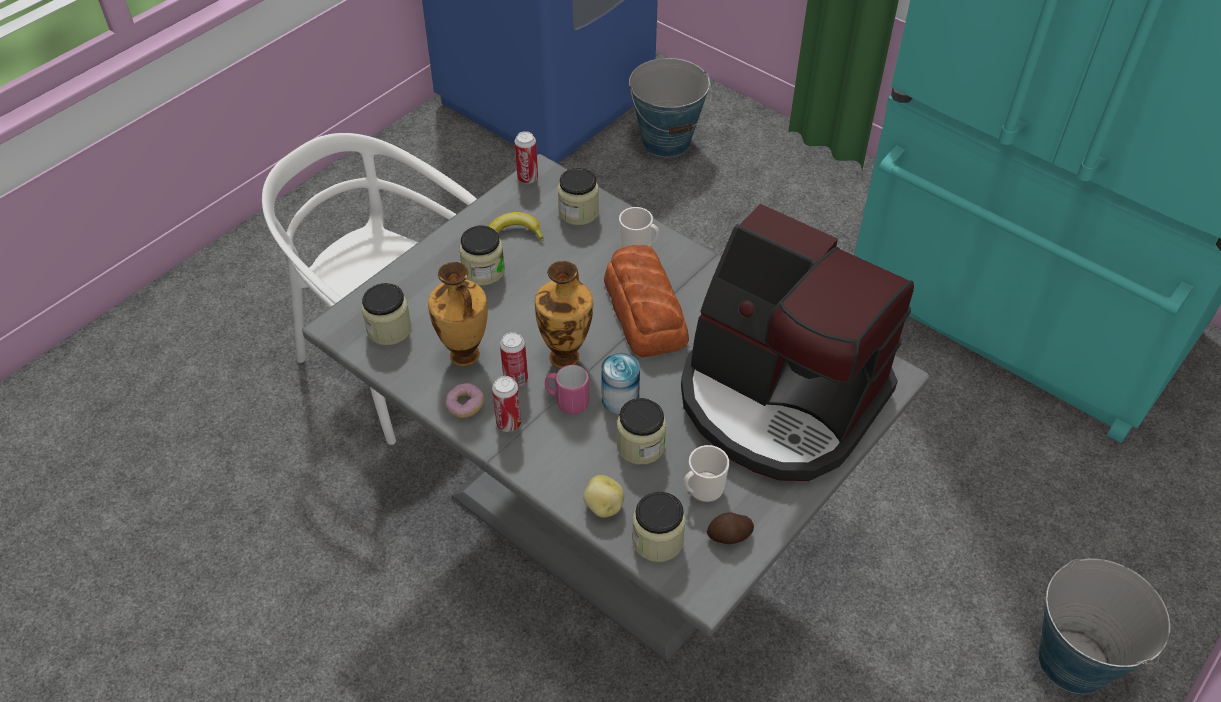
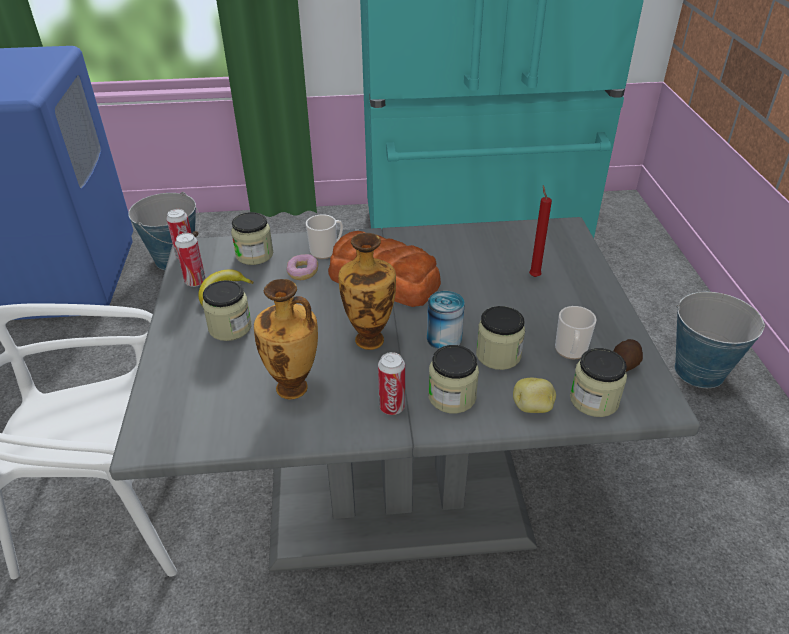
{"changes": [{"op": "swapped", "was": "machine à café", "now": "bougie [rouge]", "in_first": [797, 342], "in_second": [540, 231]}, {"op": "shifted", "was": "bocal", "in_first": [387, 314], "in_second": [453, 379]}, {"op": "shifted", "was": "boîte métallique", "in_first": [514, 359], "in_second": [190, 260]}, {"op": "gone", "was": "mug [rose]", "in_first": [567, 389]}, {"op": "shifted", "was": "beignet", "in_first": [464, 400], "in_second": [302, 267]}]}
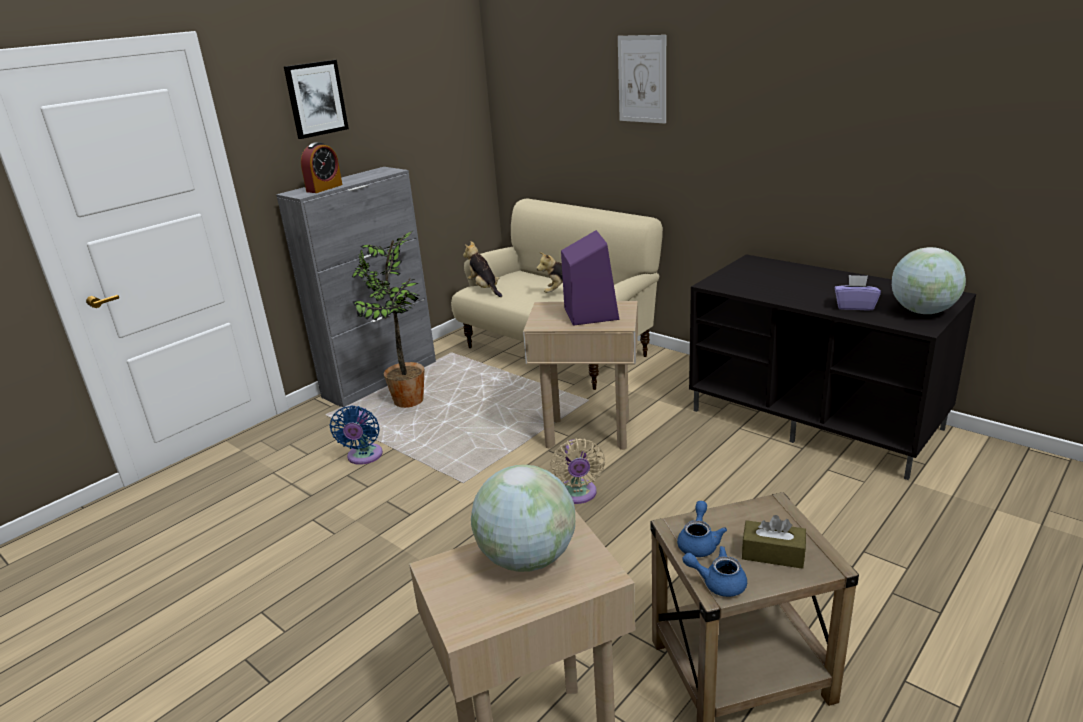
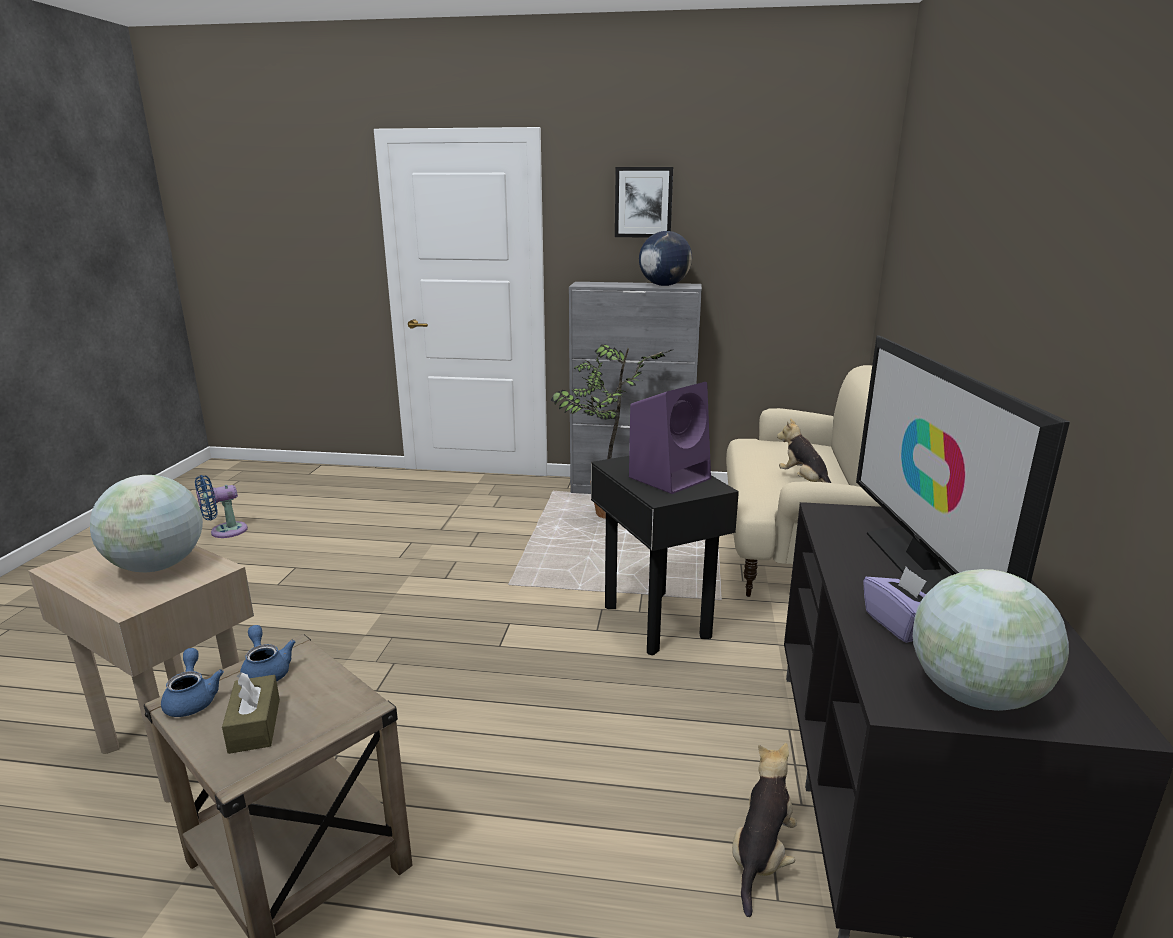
{"changes": [{"op": "gone", "was": "tableau", "in_first": [642, 79]}, {"op": "gone", "was": "réveil", "in_first": [321, 167]}, {"op": "shifted", "was": "peluche", "in_first": [482, 269], "in_second": [764, 830]}, {"op": "repainted", "was": "table d'appoint [beige]", "now": "table d'appoint [noir]", "in_first": [580, 375], "in_second": [665, 555]}, {"op": "shifted", "was": "ventilateur [bleu]", "in_first": [356, 435], "in_second": [221, 506]}, {"op": "gone", "was": "ventilateur [beige]", "in_first": [577, 471]}, {"op": "rotated", "was": "théière [bleu]", "in_first": [702, 529], "in_second": [268, 653], "clockwise": -105}, {"op": "new", "now": "globe", "in_second": [665, 258]}, {"op": "new", "now": "téléviseur", "in_second": [963, 464]}]}
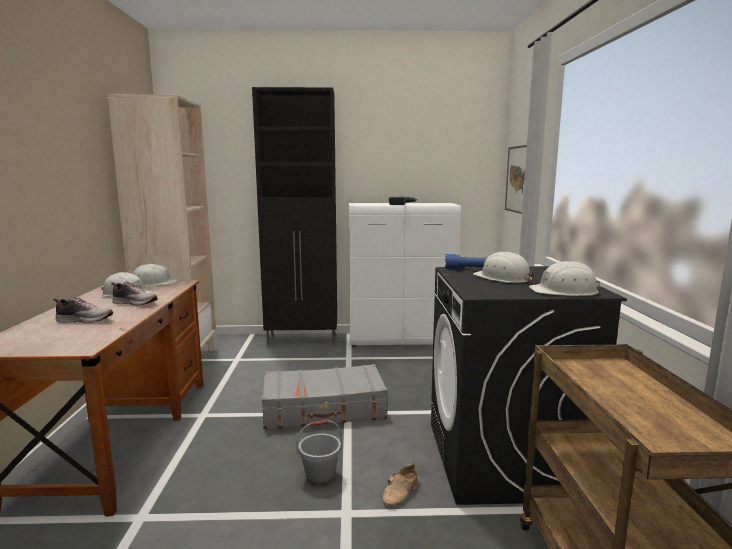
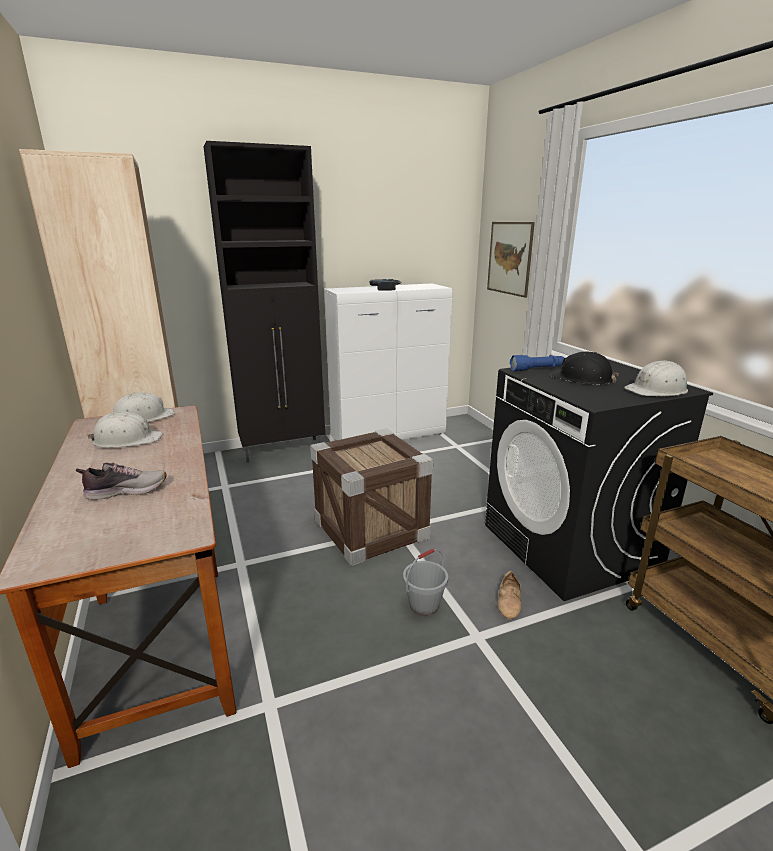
{"changes": [{"op": "repainted", "was": "casque de chantier [blanc]", "now": "casque de chantier [noir]", "in_first": [504, 267], "in_second": [585, 368]}, {"op": "gone", "was": "chaussure", "in_first": [134, 294]}, {"op": "swapped", "was": "valise [gris]", "now": "caisse", "in_first": [324, 396], "in_second": [371, 497]}]}
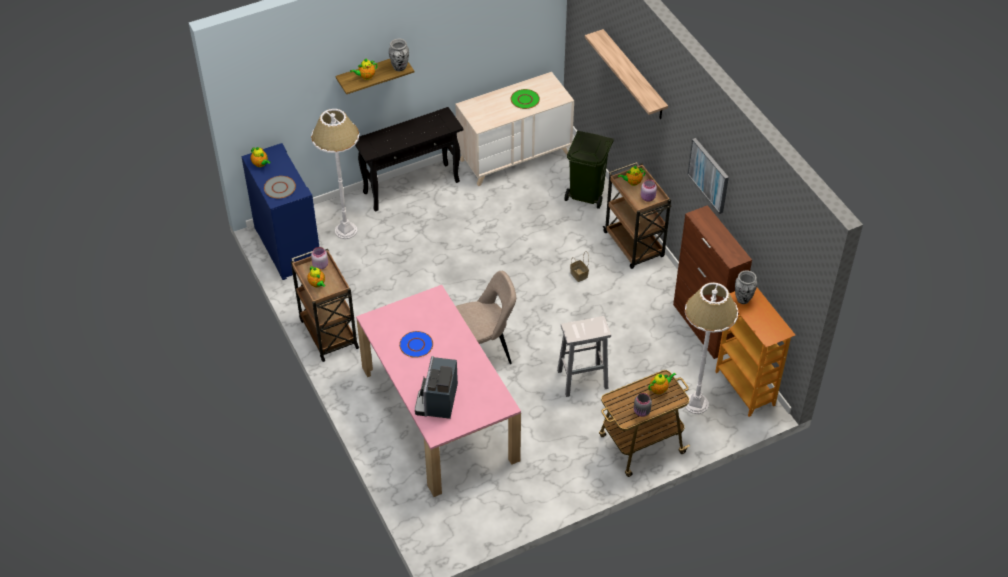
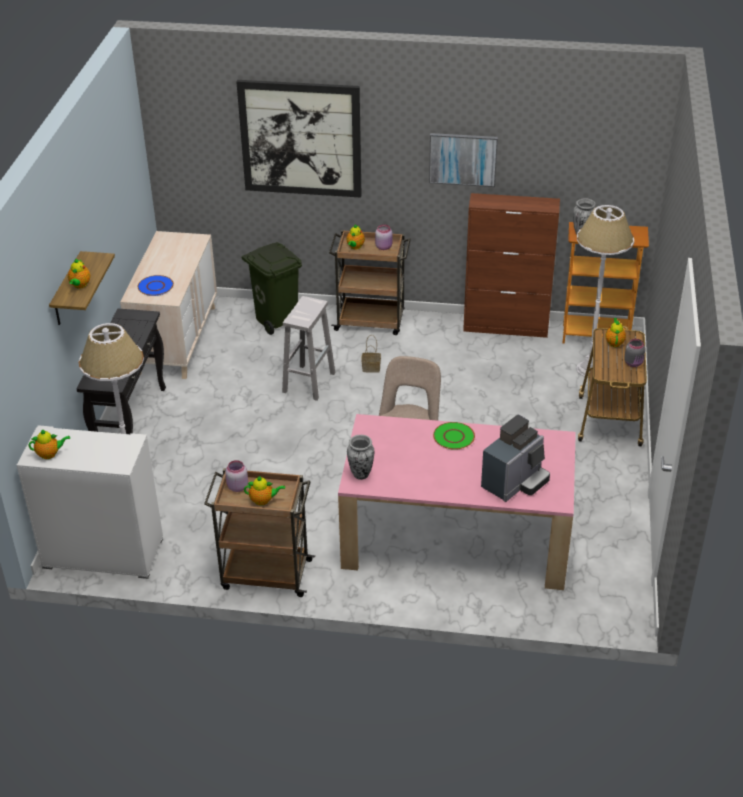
{"changes": [{"op": "swapped", "was": "étagère", "now": "tableau", "in_first": [626, 74], "in_second": [298, 139]}, {"op": "shifted", "was": "vase", "in_first": [399, 55], "in_second": [360, 457]}, {"op": "shifted", "was": "assiette [vert]", "in_first": [525, 99], "in_second": [454, 436]}, {"op": "repainted", "was": "meuble de rangement [bleu]", "now": "meuble de rangement [blanc]", "in_first": [280, 211], "in_second": [90, 502]}, {"op": "gone", "was": "assiette [gris]", "in_first": [280, 187]}, {"op": "shifted", "was": "tabouret [blanc]", "in_first": [584, 356], "in_second": [308, 348]}, {"op": "shifted", "was": "assiette [bleu]", "in_first": [416, 344], "in_second": [156, 285]}, {"op": "rotated", "was": "machine à café", "in_first": [436, 387], "in_second": [515, 458], "clockwise": -90}]}
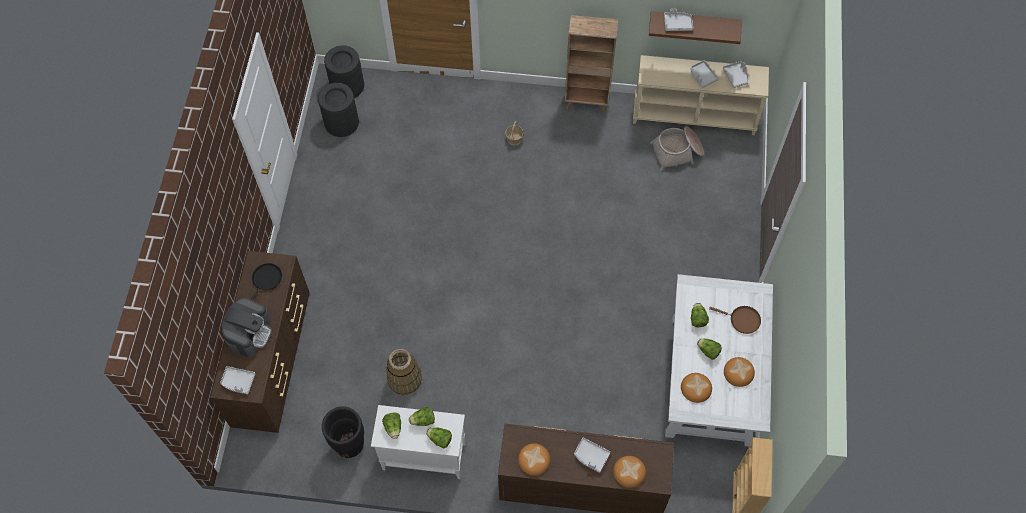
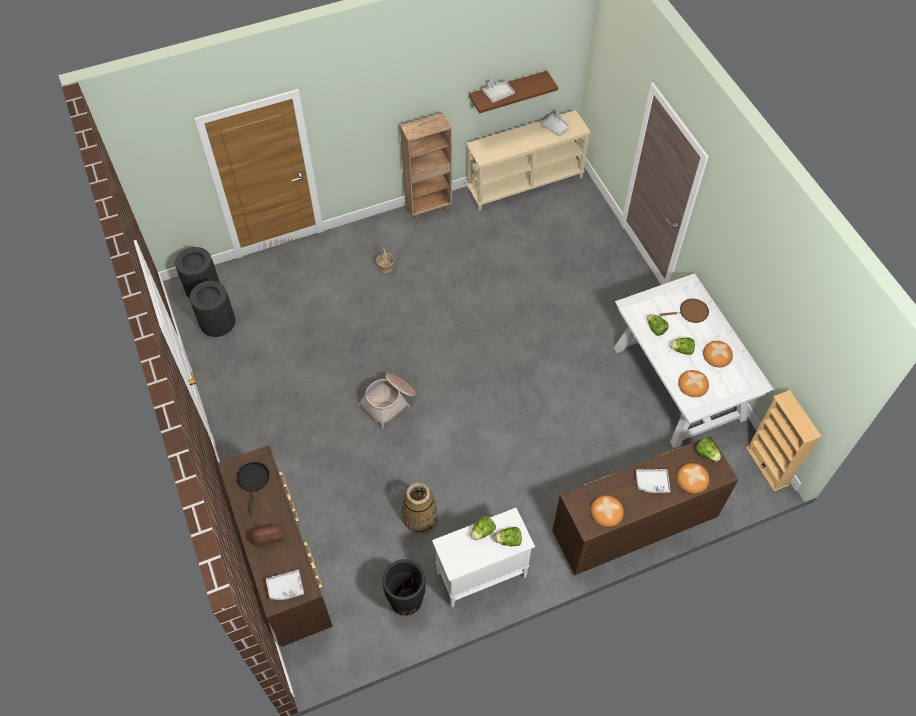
{"changes": [{"op": "gone", "was": "plateau [gris]", "in_first": [705, 74]}, {"op": "shifted", "was": "panier", "in_first": [677, 149], "in_second": [387, 400]}, {"op": "swapped", "was": "machine à café", "now": "pain", "in_first": [247, 328], "in_second": [267, 535]}, {"op": "shifted", "was": "laitue", "in_first": [391, 426], "in_second": [708, 450]}]}
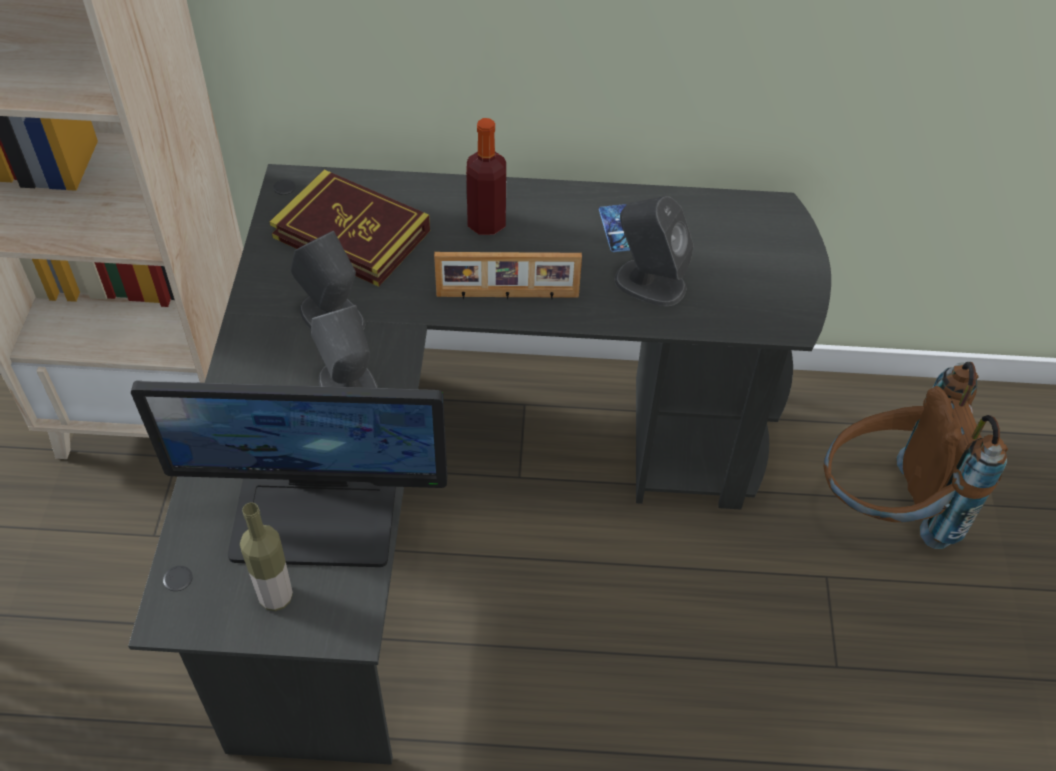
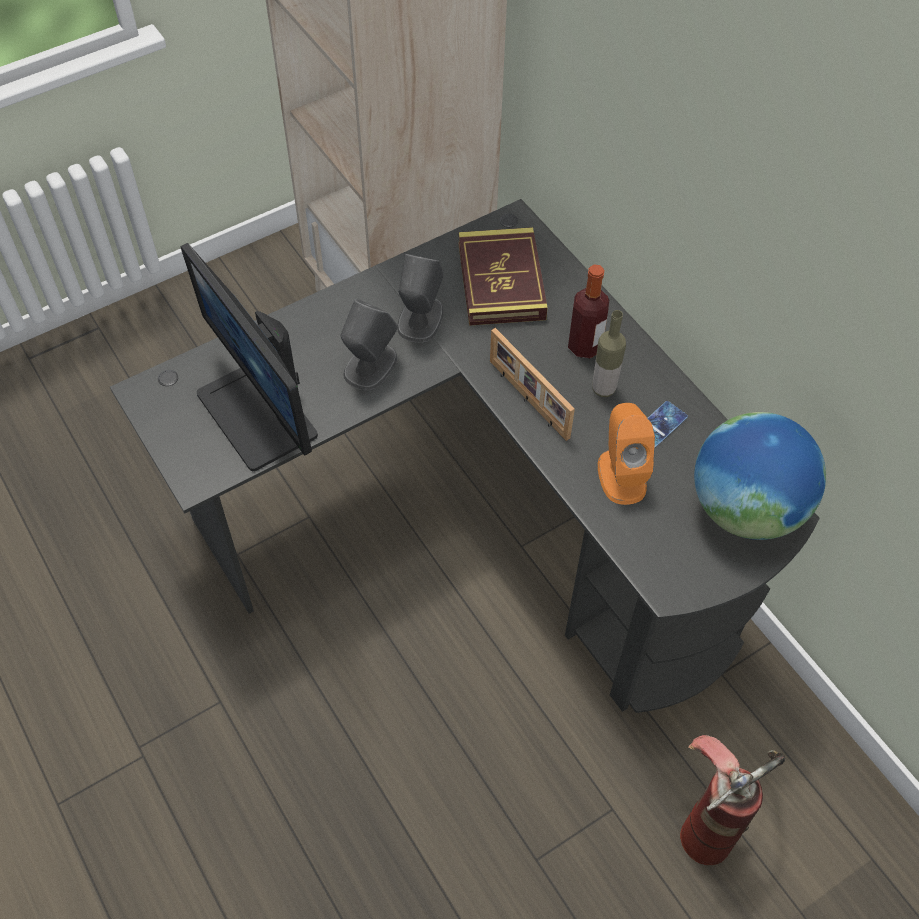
{"changes": [{"op": "repainted", "was": "enceinte [gris]", "now": "enceinte [orange]", "in_first": [654, 251], "in_second": [626, 454]}, {"op": "swapped", "was": "sac à dos [marron]", "now": "extincteur", "in_first": [915, 455], "in_second": [732, 800]}, {"op": "shifted", "was": "bouteille", "in_first": [266, 556], "in_second": [609, 353]}, {"op": "new", "now": "globe", "in_second": [760, 476]}]}
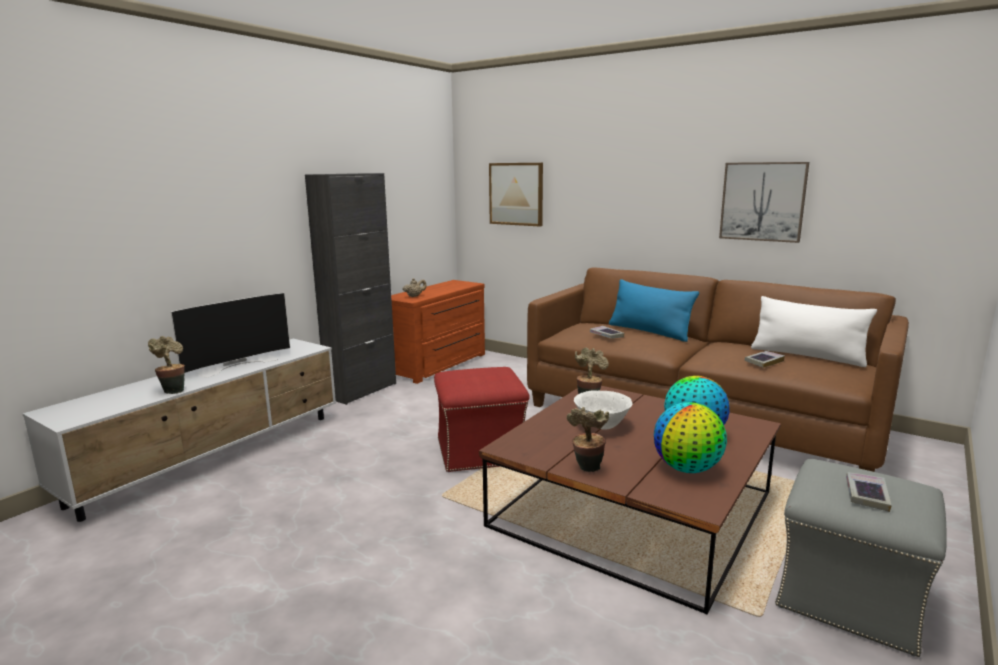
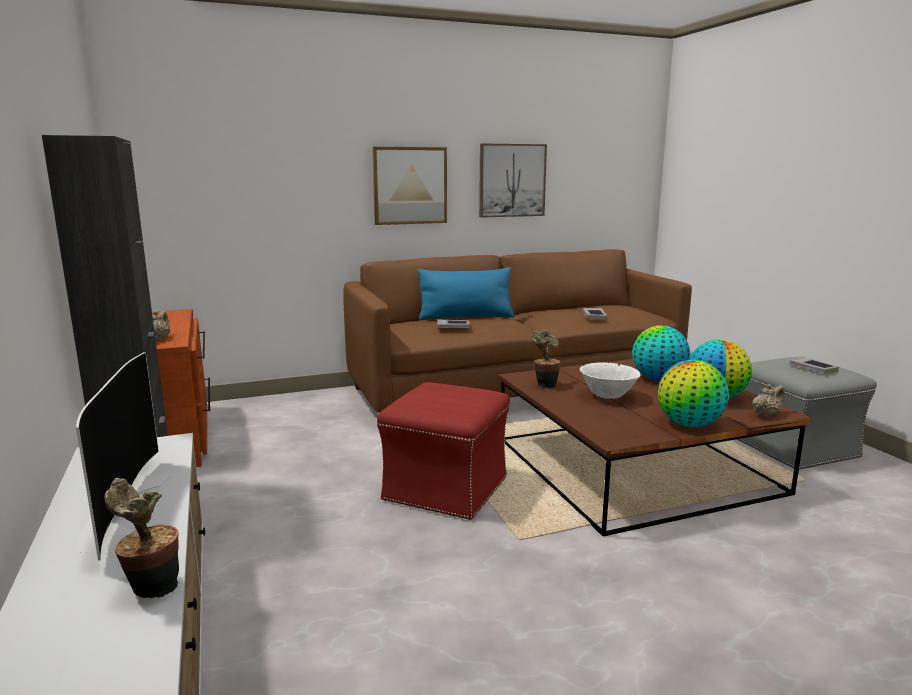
{"changes": [{"op": "shifted", "was": "tableau", "in_first": [516, 194], "in_second": [409, 186]}, {"op": "gone", "was": "coussin [blanc]", "in_first": [814, 331]}, {"op": "swapped", "was": "plante en pot", "now": "globe", "in_first": [588, 439], "in_second": [693, 393]}, {"op": "new", "now": "théière [beige]", "in_second": [768, 400]}]}
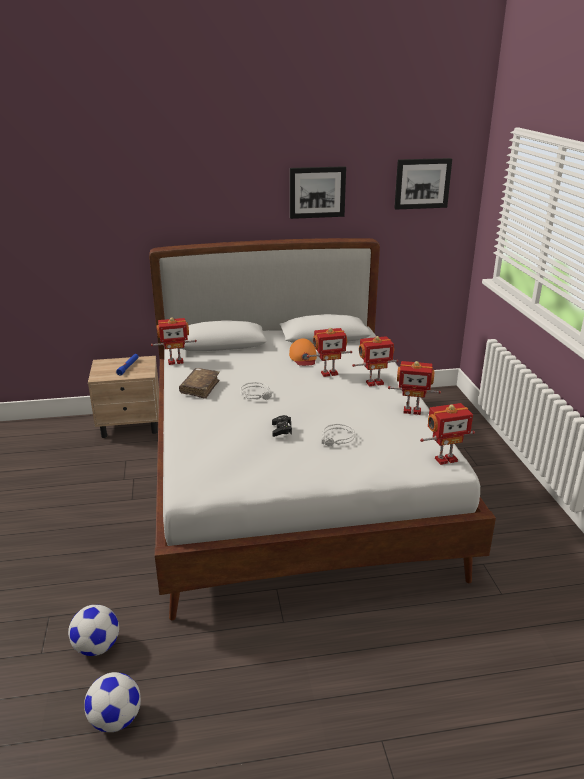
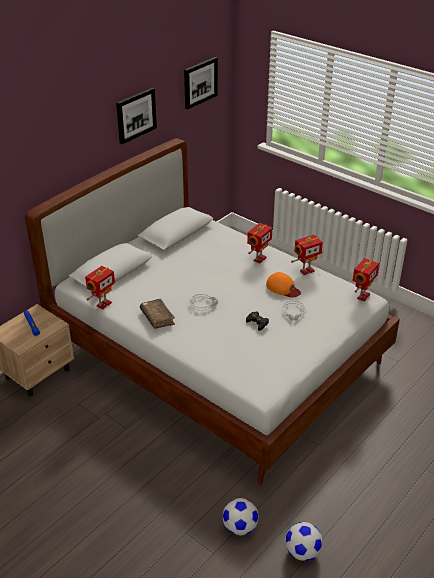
{"changes": [{"op": "gone", "was": "robot jouet", "in_first": [329, 352]}, {"op": "shifted", "was": "casquette [orange]", "in_first": [303, 352], "in_second": [283, 285]}]}
